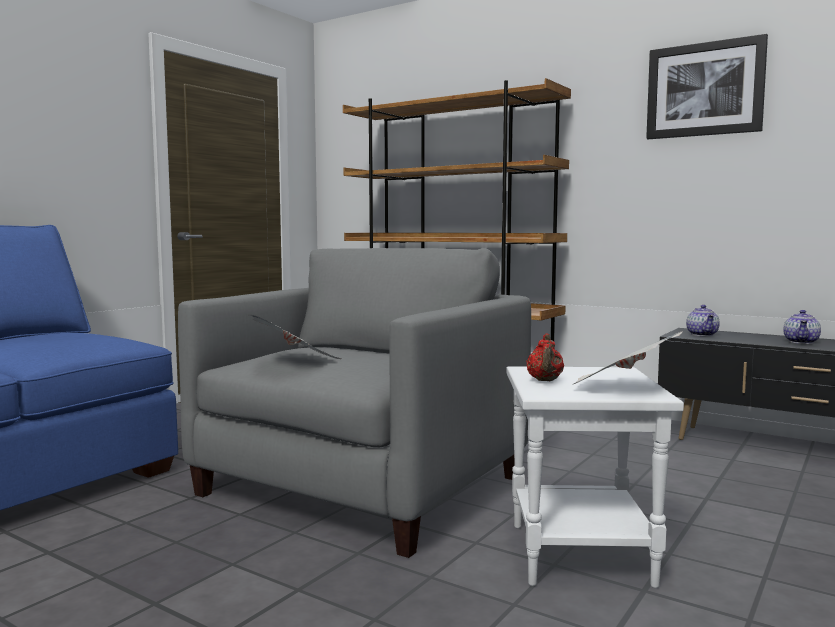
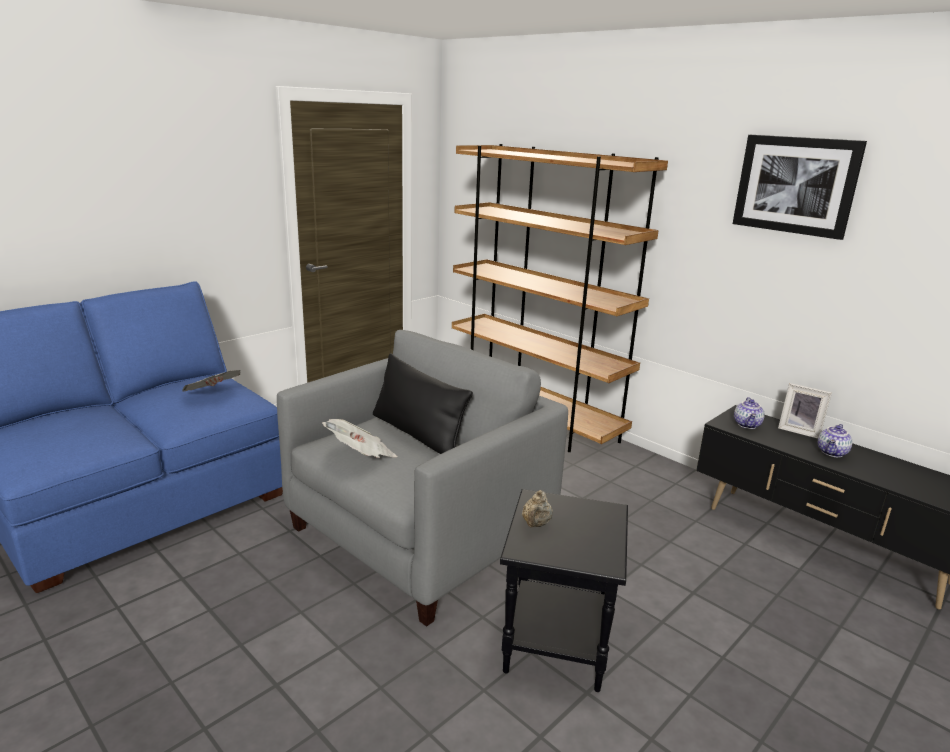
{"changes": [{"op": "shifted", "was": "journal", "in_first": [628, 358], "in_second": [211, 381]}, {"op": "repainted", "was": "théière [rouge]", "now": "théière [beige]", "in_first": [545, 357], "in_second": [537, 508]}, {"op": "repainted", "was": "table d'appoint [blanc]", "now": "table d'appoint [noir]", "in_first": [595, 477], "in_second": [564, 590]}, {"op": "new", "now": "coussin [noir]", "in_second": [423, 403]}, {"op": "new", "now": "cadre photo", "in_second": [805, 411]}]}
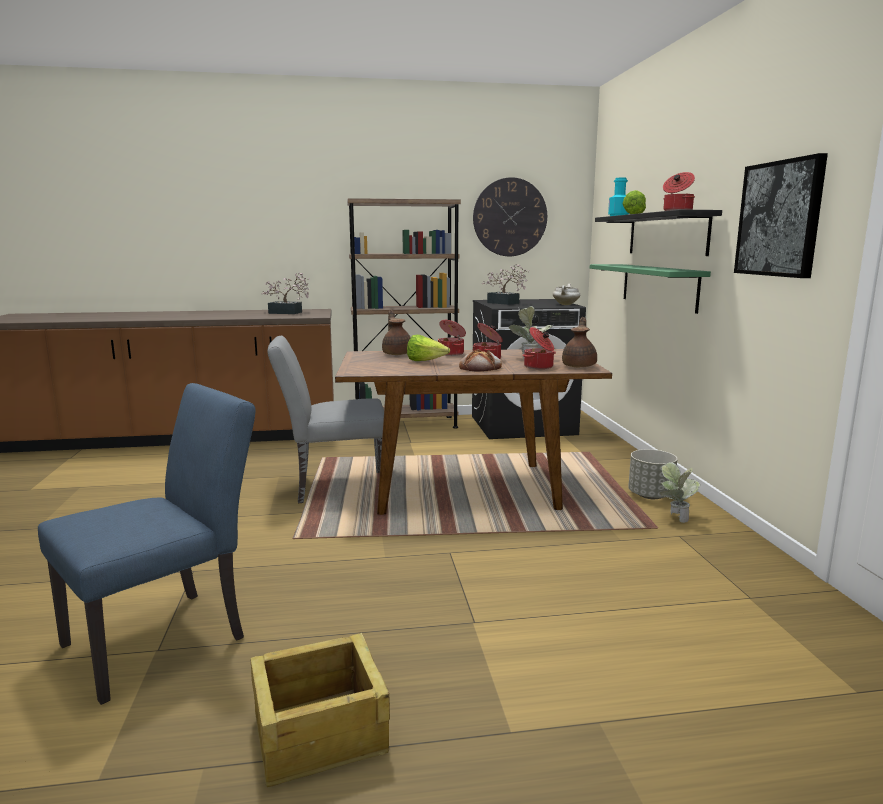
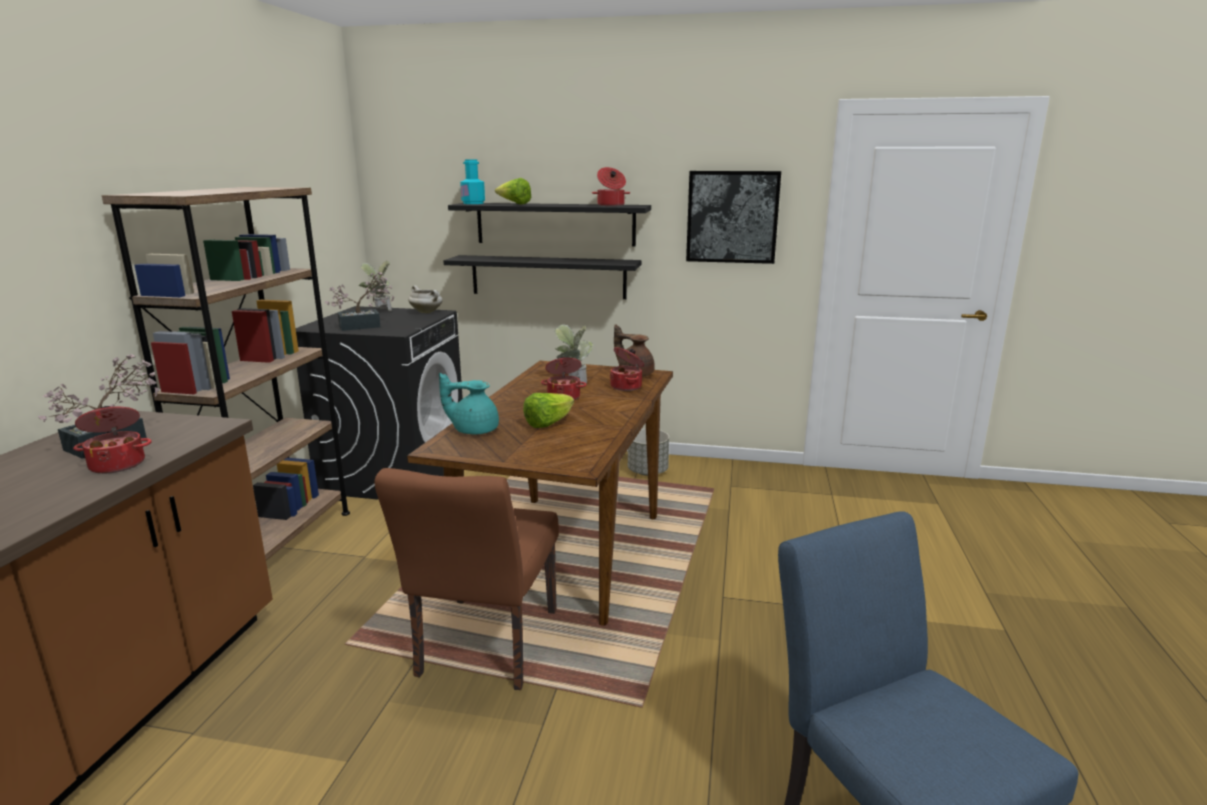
{"changes": [{"op": "gone", "was": "horloge murale", "in_first": [510, 216]}, {"op": "repainted", "was": "étagère [vert]", "now": "étagère [noir]", "in_first": [650, 289], "in_second": [542, 277]}, {"op": "repainted", "was": "théière [marron]", "now": "théière [turquoise]", "in_first": [396, 332], "in_second": [469, 404]}, {"op": "shifted", "was": "marmite", "in_first": [452, 338], "in_second": [112, 440]}, {"op": "repainted", "was": "chaise [gris]", "now": "chaise [marron]", "in_first": [325, 419], "in_second": [467, 579]}, {"op": "gone", "was": "pain", "in_first": [480, 360]}, {"op": "shifted", "was": "plante en pot", "in_first": [679, 492], "in_second": [375, 286]}, {"op": "gone", "was": "caisse", "in_first": [320, 710]}]}
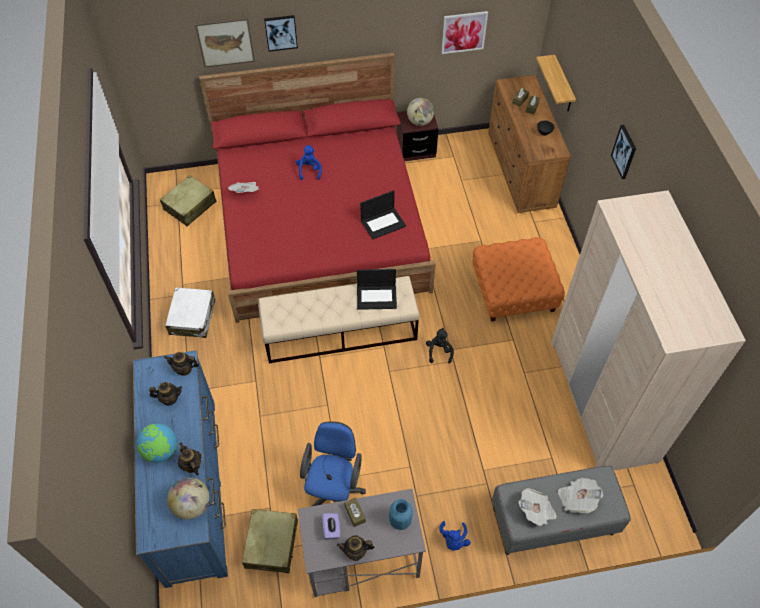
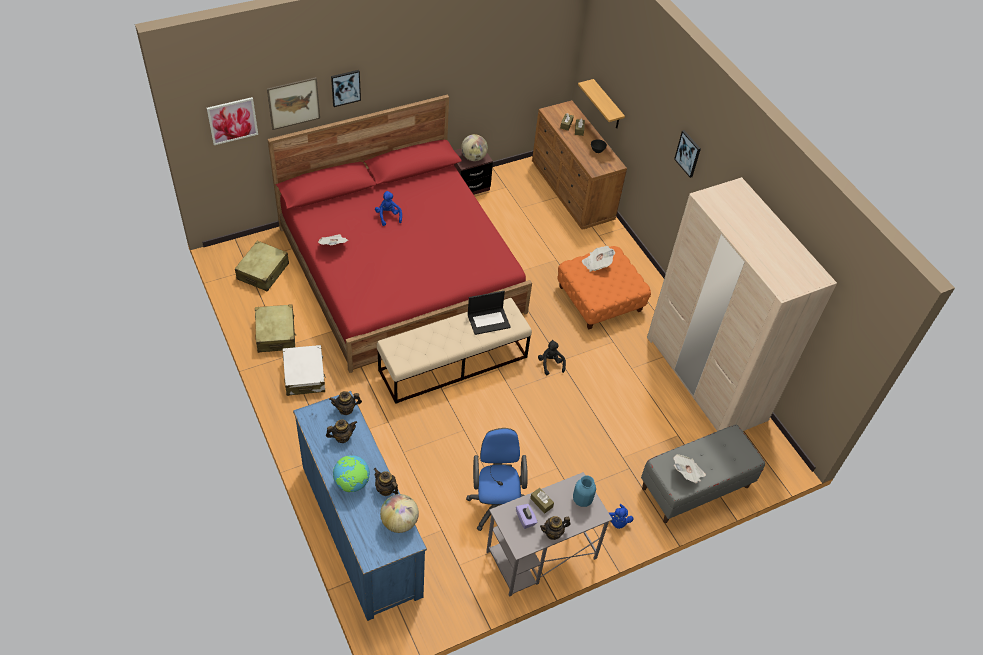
{"changes": [{"op": "shifted", "was": "tableau", "in_first": [464, 32], "in_second": [232, 121]}, {"op": "gone", "was": "ordinateur portable", "in_first": [383, 215]}, {"op": "shifted", "was": "journal", "in_first": [580, 495], "in_second": [598, 259]}, {"op": "shifted", "was": "valise [beige]", "in_first": [270, 541], "in_second": [275, 328]}]}
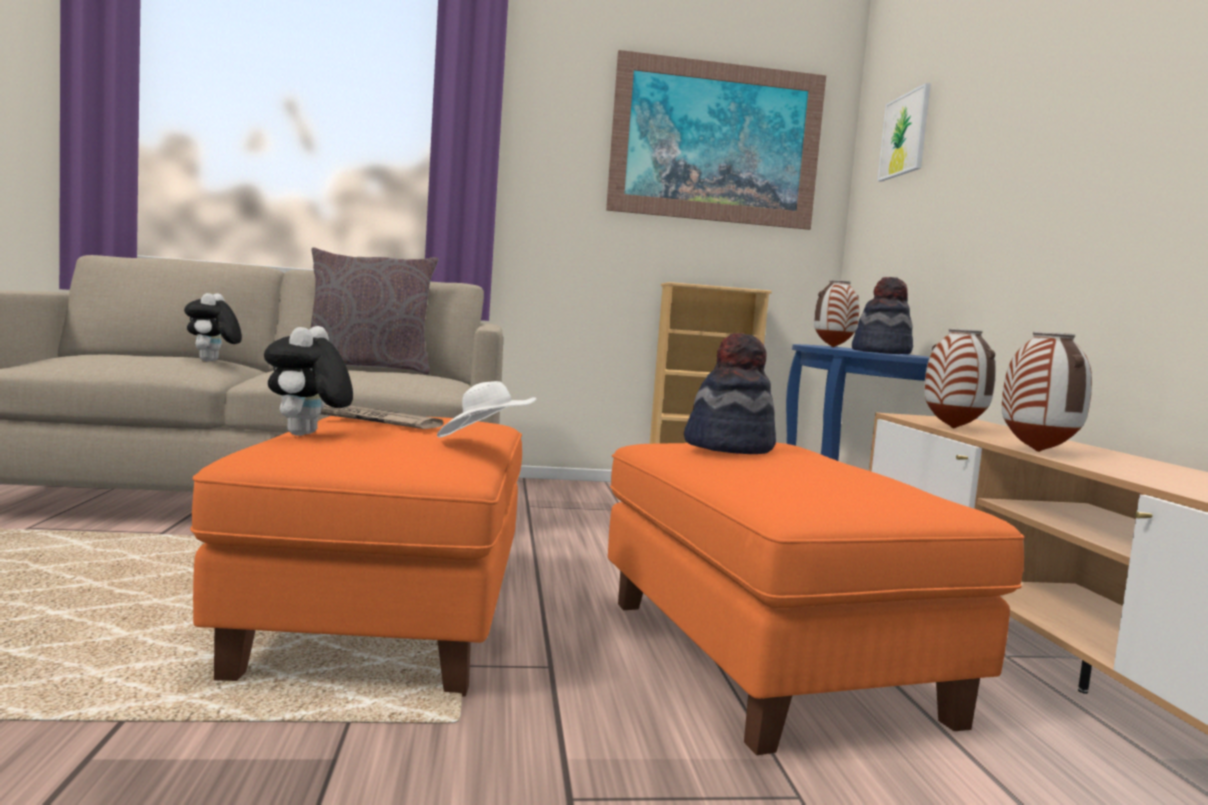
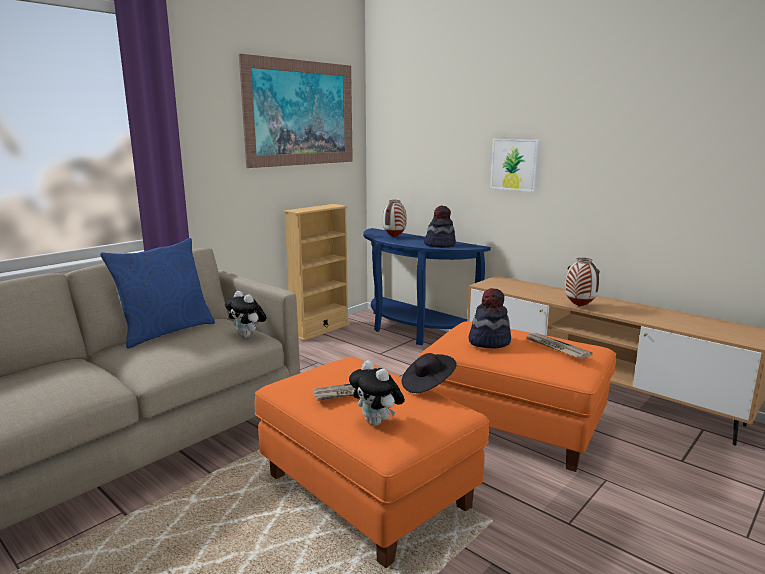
{"changes": [{"op": "shifted", "was": "tableau", "in_first": [904, 132], "in_second": [515, 165]}, {"op": "repainted", "was": "coussin [gris]", "now": "coussin [bleu]", "in_first": [374, 310], "in_second": [157, 293]}, {"op": "shifted", "was": "peluche", "in_first": [213, 327], "in_second": [246, 314]}, {"op": "gone", "was": "vase", "in_first": [960, 378]}, {"op": "repainted", "was": "chapeau [blanc]", "now": "chapeau [noir]", "in_first": [486, 409], "in_second": [429, 373]}, {"op": "new", "now": "journal", "in_second": [559, 346]}]}
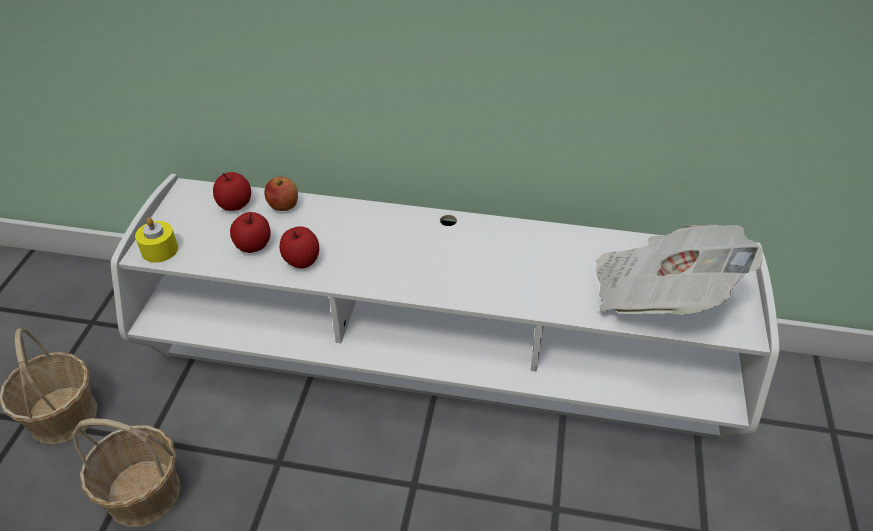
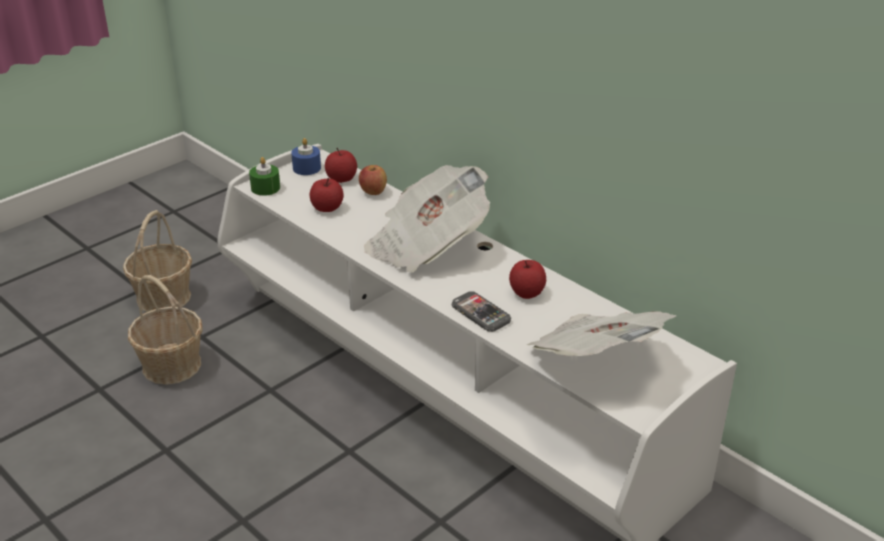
{"changes": [{"op": "repainted", "was": "bougie [jaune]", "now": "bougie [vert]", "in_first": [156, 240], "in_second": [264, 176]}, {"op": "shifted", "was": "pomme", "in_first": [299, 247], "in_second": [527, 279]}, {"op": "new", "now": "bougie [bleu]", "in_second": [306, 156]}, {"op": "new", "now": "journal", "in_second": [427, 218]}, {"op": "new", "now": "téléphone", "in_second": [481, 311]}]}
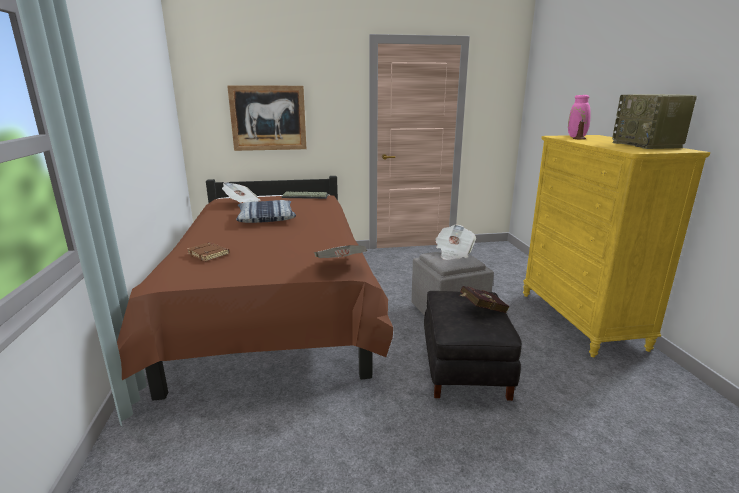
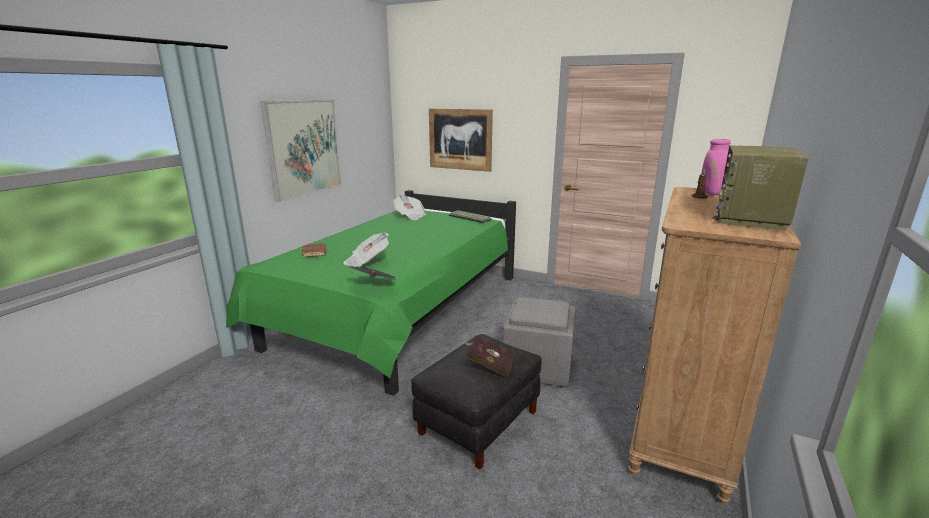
{"changes": [{"op": "repainted", "was": "commode [jaune]", "now": "commode [marron]", "in_first": [616, 246], "in_second": [715, 345]}, {"op": "repainted", "was": "lit [marron]", "now": "lit [vert]", "in_first": [255, 288], "in_second": [371, 293]}, {"op": "gone", "was": "coussin", "in_first": [266, 211]}, {"op": "shifted", "was": "journal", "in_first": [455, 242], "in_second": [366, 250]}, {"op": "new", "now": "tableau", "in_second": [301, 151]}]}
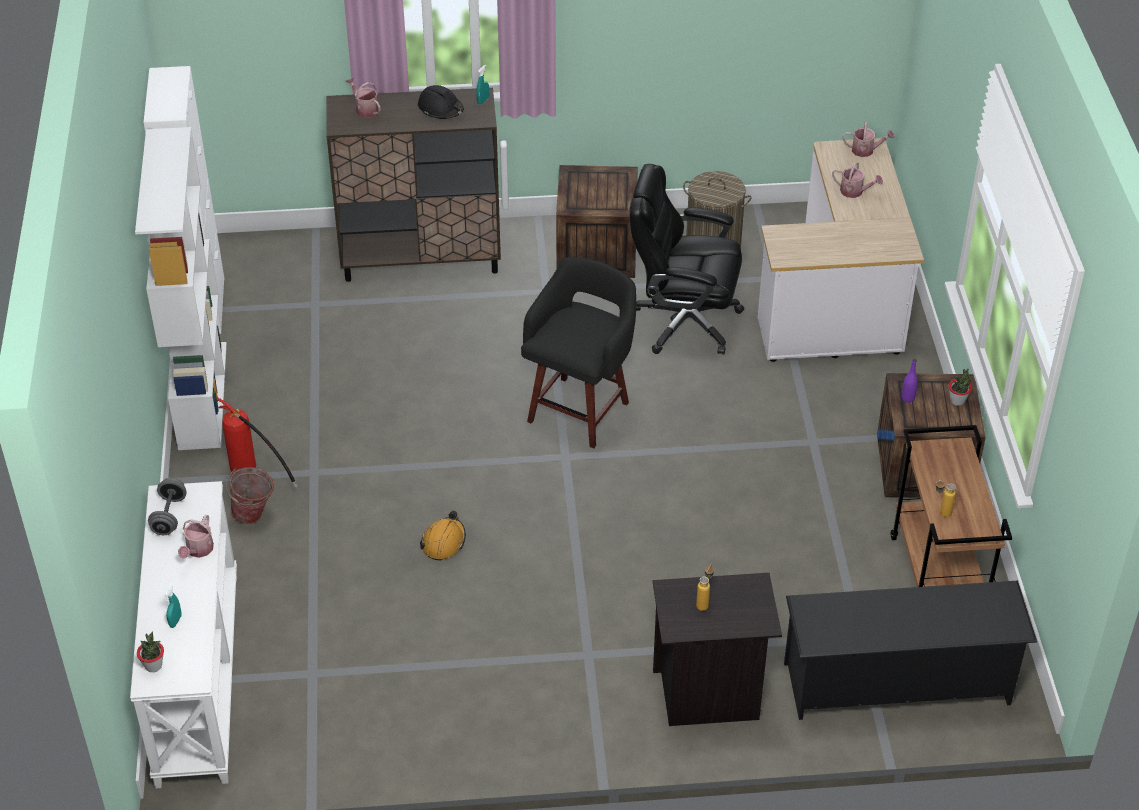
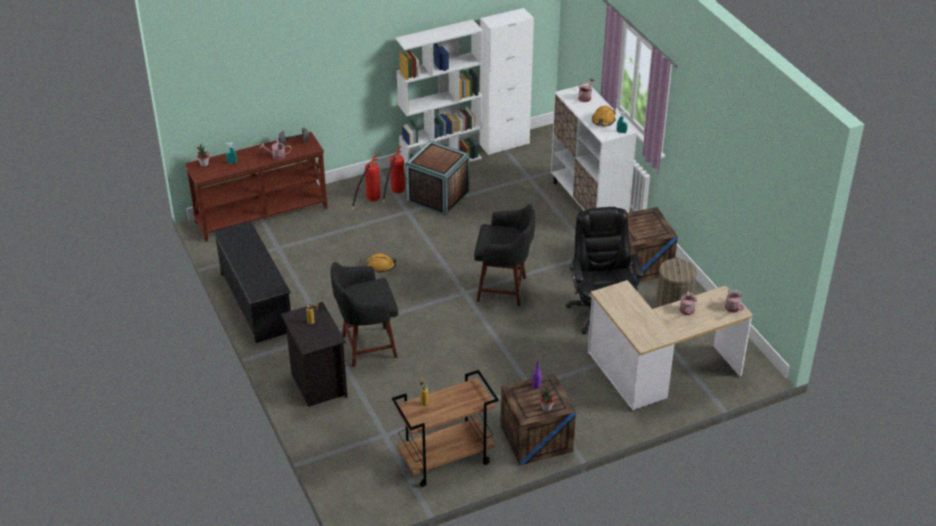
{"changes": [{"op": "repainted", "was": "casque de chantier [noir]", "now": "casque de chantier [orange]", "in_first": [441, 102], "in_second": [604, 116]}, {"op": "repainted", "was": "meuble de rangement [marron]", "now": "meuble de rangement [blanc]", "in_first": [413, 185], "in_second": [594, 148]}, {"op": "swapped", "was": "seau", "now": "extincteur", "in_first": [250, 495], "in_second": [366, 182]}, {"op": "repainted", "was": "table console [blanc]", "now": "table console [marron]", "in_first": [183, 635], "in_second": [256, 187]}, {"op": "shifted", "was": "étagère à chaussures [noir]", "in_first": [910, 650], "in_second": [251, 282]}, {"op": "new", "now": "caisse", "in_second": [437, 178]}, {"op": "new", "now": "tabouret [noir]", "in_second": [364, 314]}]}
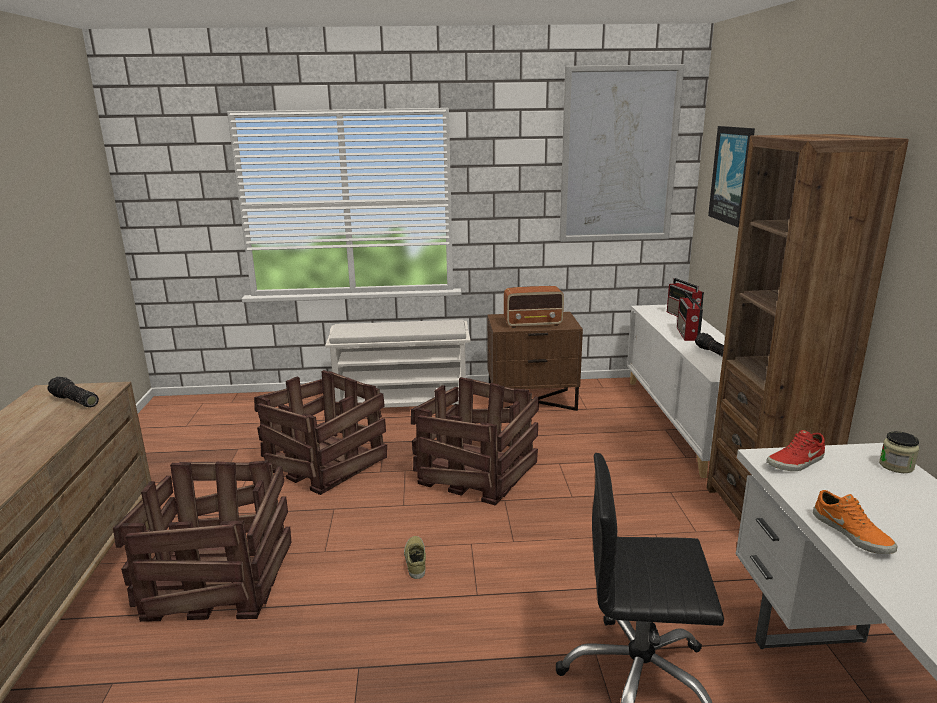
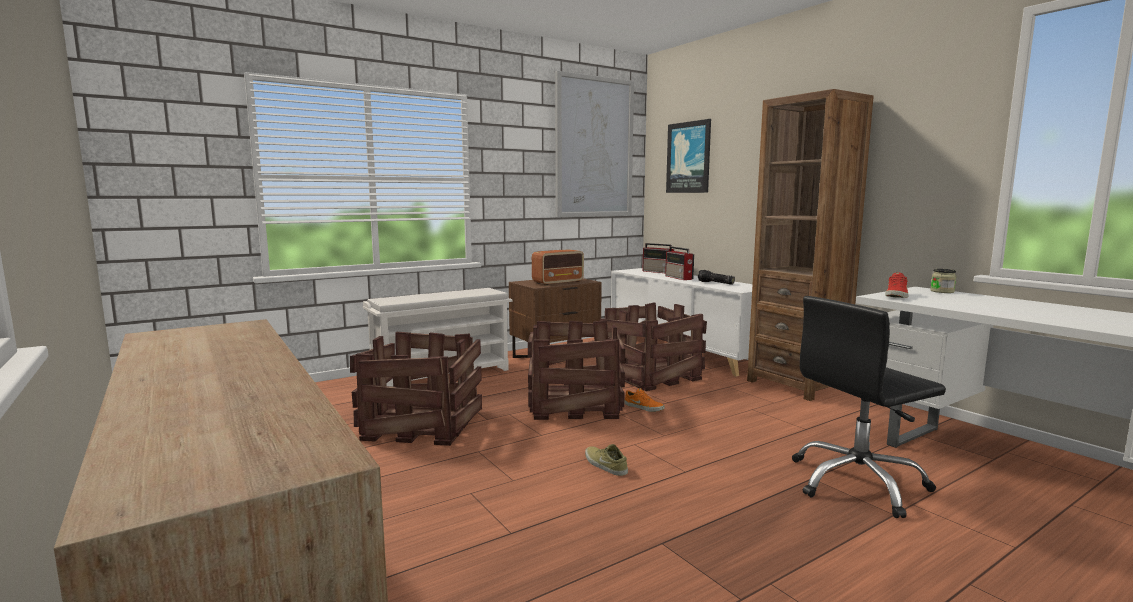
{"changes": [{"op": "gone", "was": "lampe de poche", "in_first": [73, 391]}, {"op": "shifted", "was": "caisse", "in_first": [202, 541], "in_second": [653, 347]}, {"op": "shifted", "was": "chaussure [orange]", "in_first": [855, 522], "in_second": [644, 400]}]}
